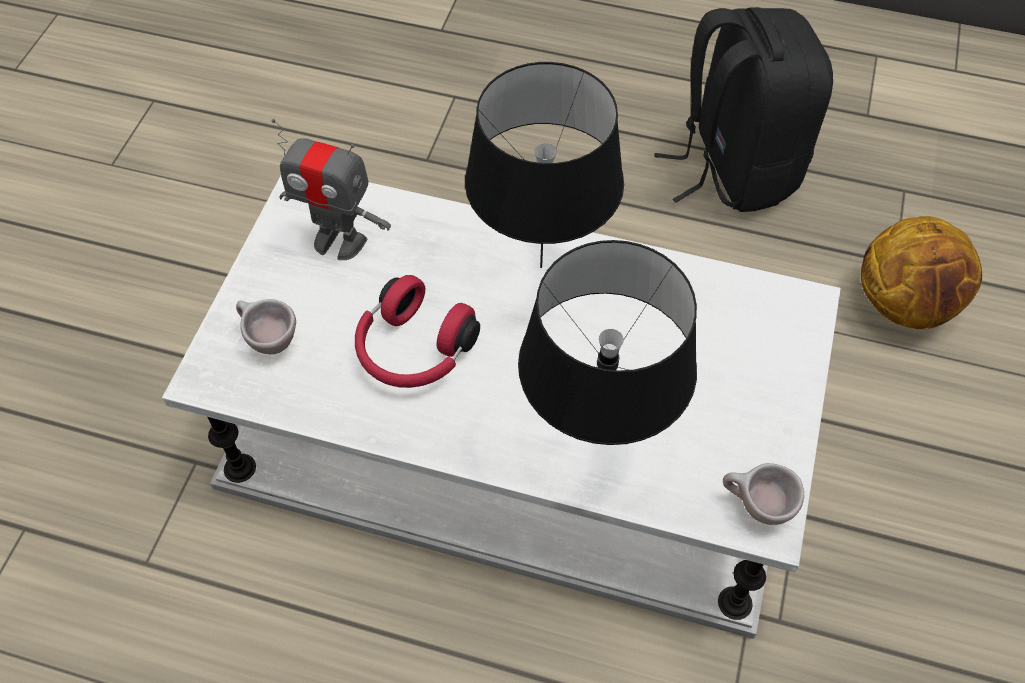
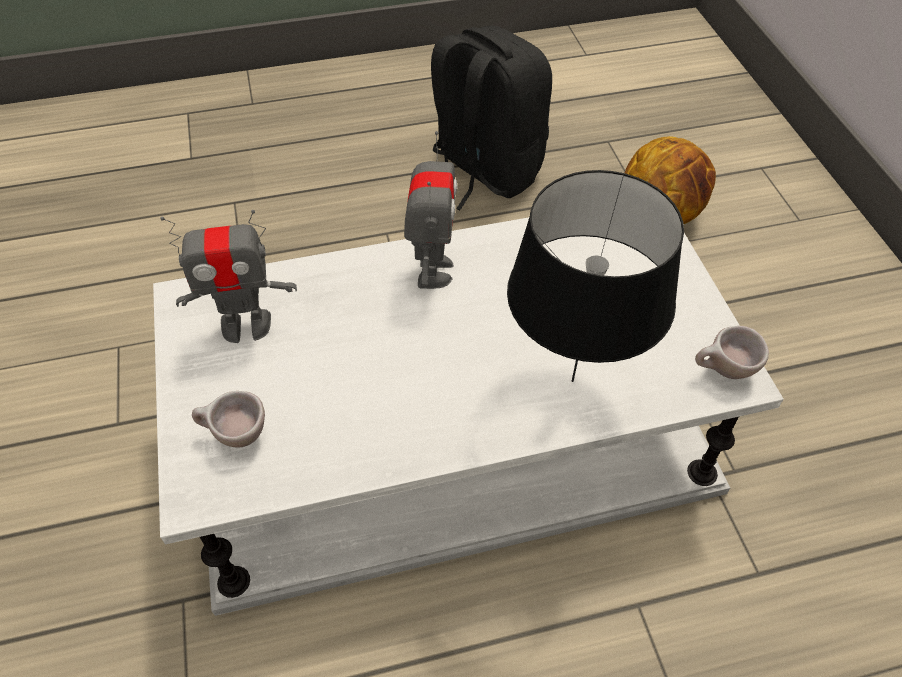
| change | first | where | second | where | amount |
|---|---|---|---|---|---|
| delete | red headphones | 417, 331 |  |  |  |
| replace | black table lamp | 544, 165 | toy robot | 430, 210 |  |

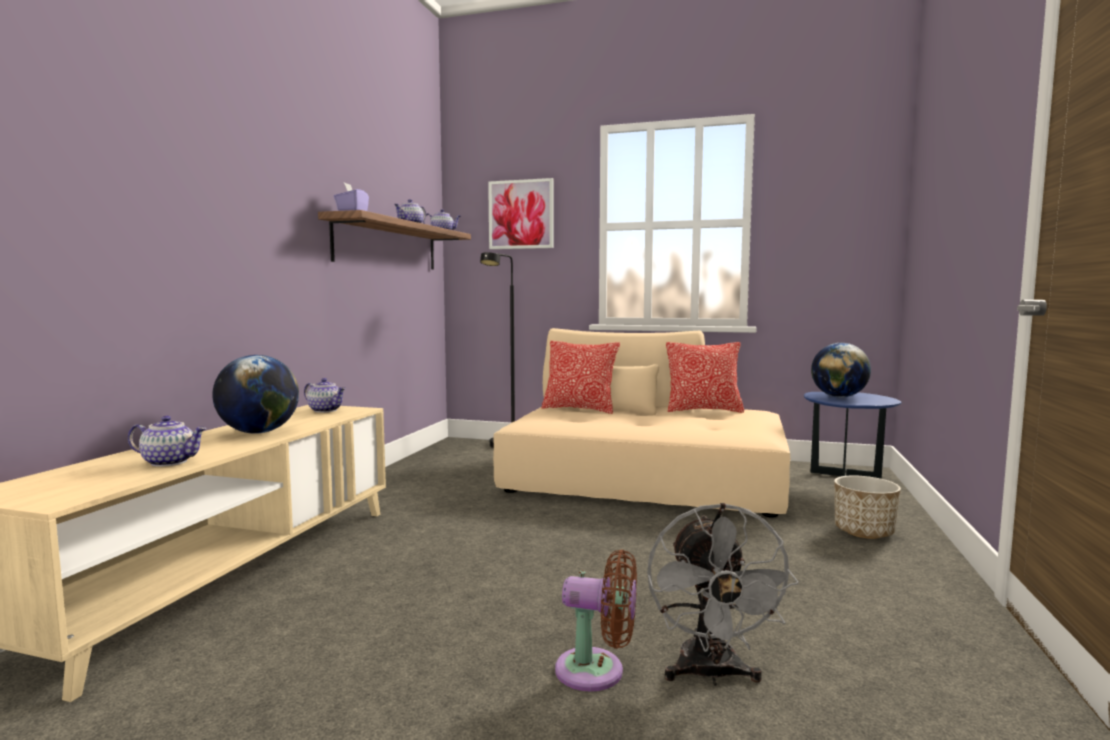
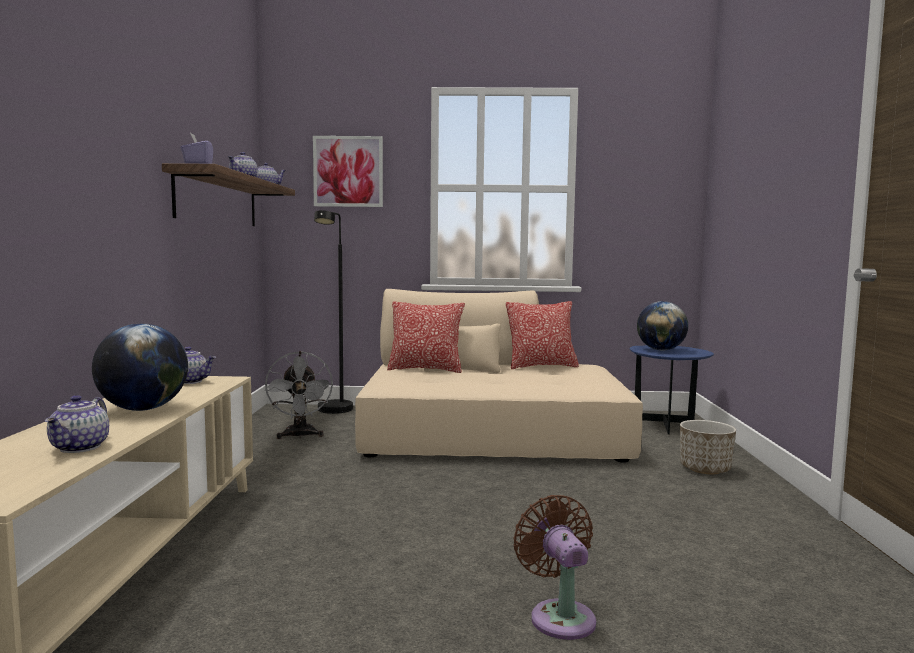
| change | first | where | second | where | amount |
|---|---|---|---|---|---|
| move | grey fan | 723, 594 |  | 299, 395 |  |
| rotate | teapot | 167, 441 |  | 77, 424 | 105 degrees clockwise |
| rotate | brown fan | 596, 621 |  | 554, 567 | 105 degrees counterclockwise |

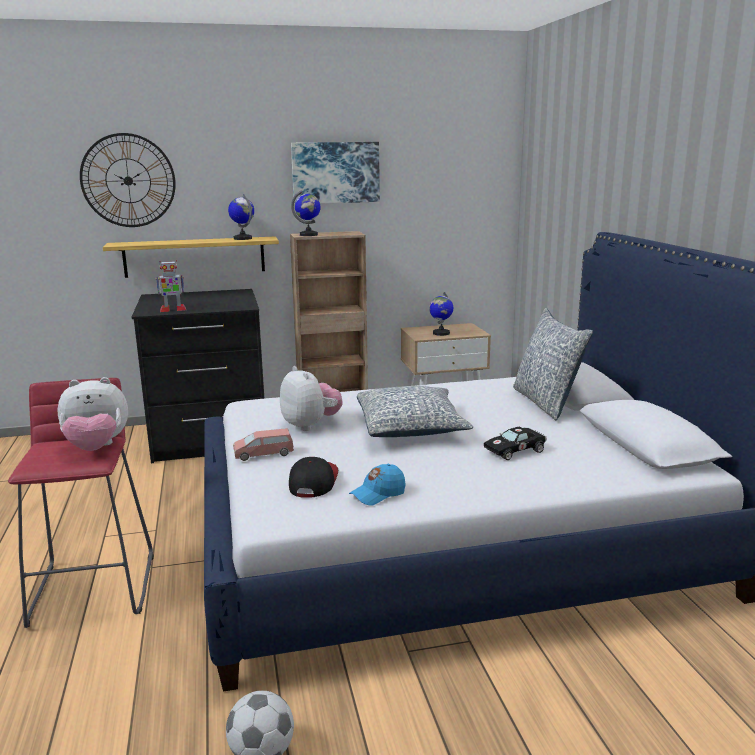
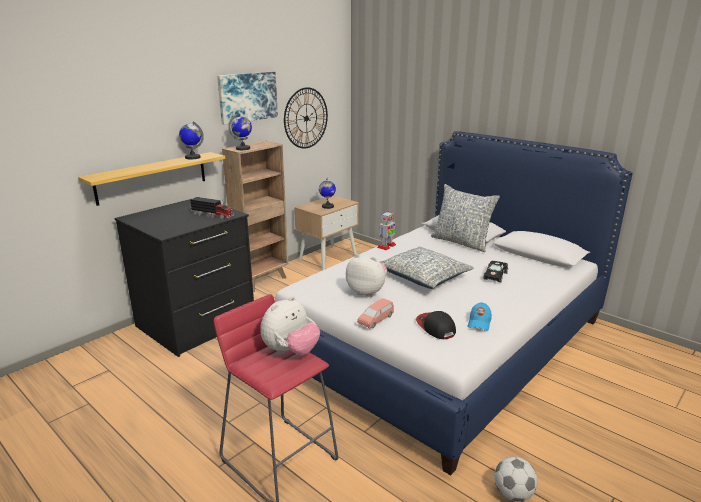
| change | first | where | second | where | amount |
|---|---|---|---|---|---|
| insert |  |  | toy truck | 212, 208 |  |
| move | wall clock | 128, 180 |  | 306, 117 |  |
| move | toy robot | 171, 286 |  | 386, 230 |  |

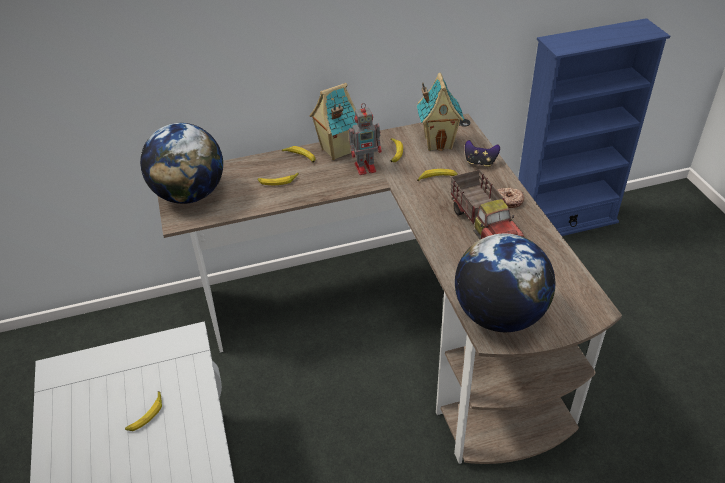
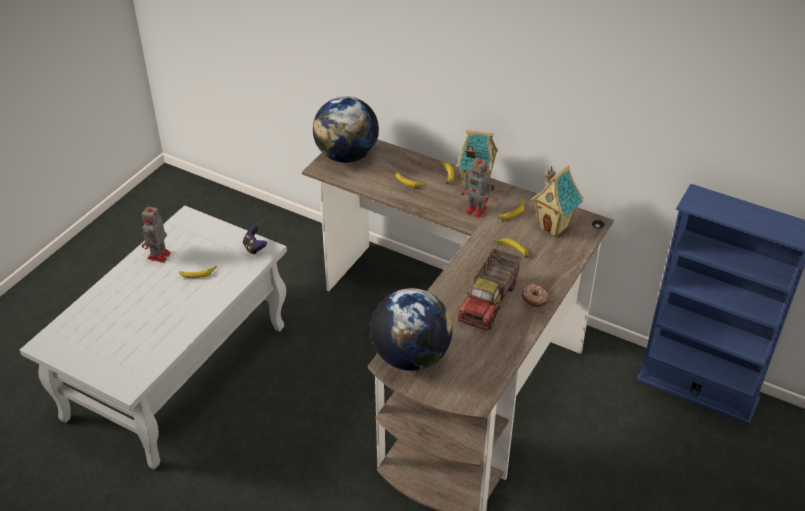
| change | first | where | second | where | amount |
|---|---|---|---|---|---|
| insert |  |  | toy robot | 156, 233 |  |
| move | game controller | 482, 153 |  | 255, 240 |  |

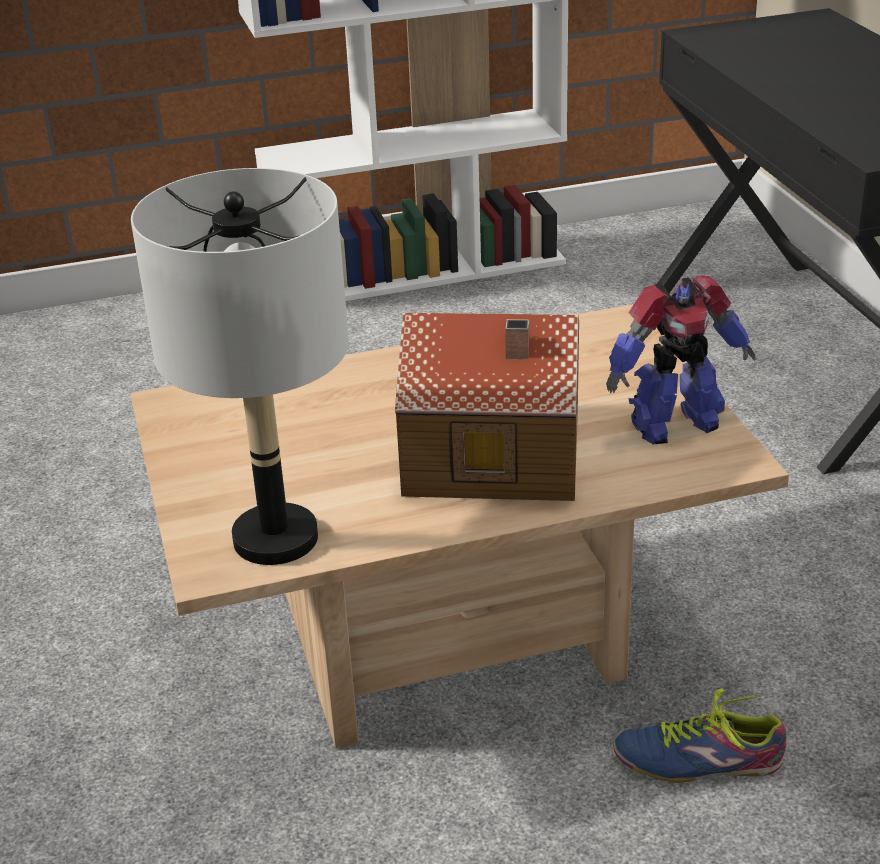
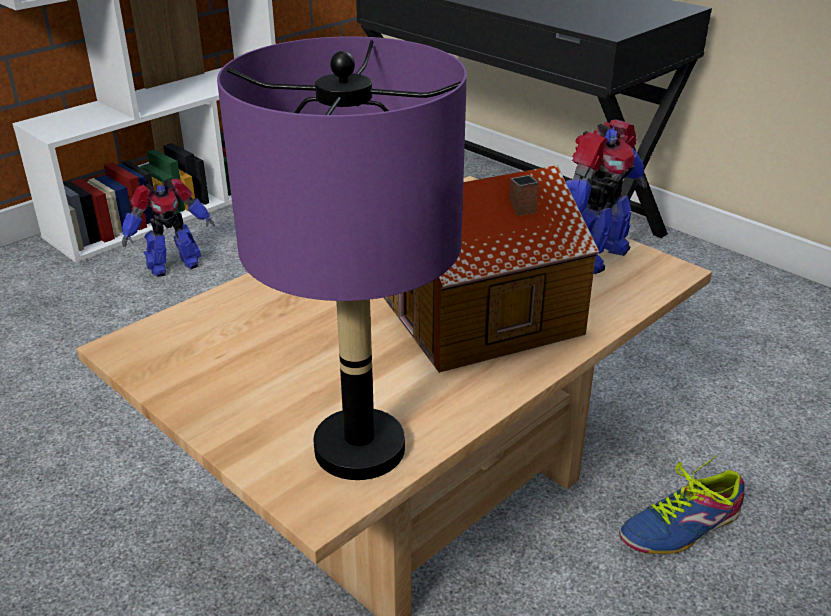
| change | first | where | second | where | amount |
|---|---|---|---|---|---|
| insert |  |  | toy robot | 168, 228 |  |
| recolor | grey table lamp | 240, 366 | purple table lamp | 342, 258 |  |

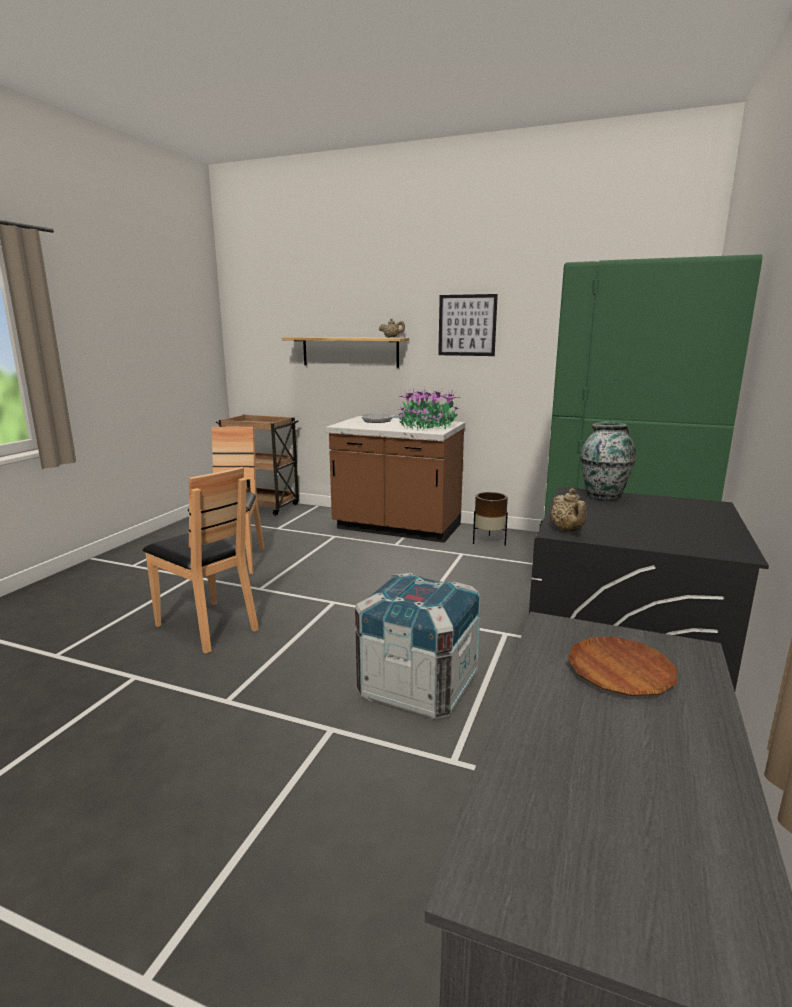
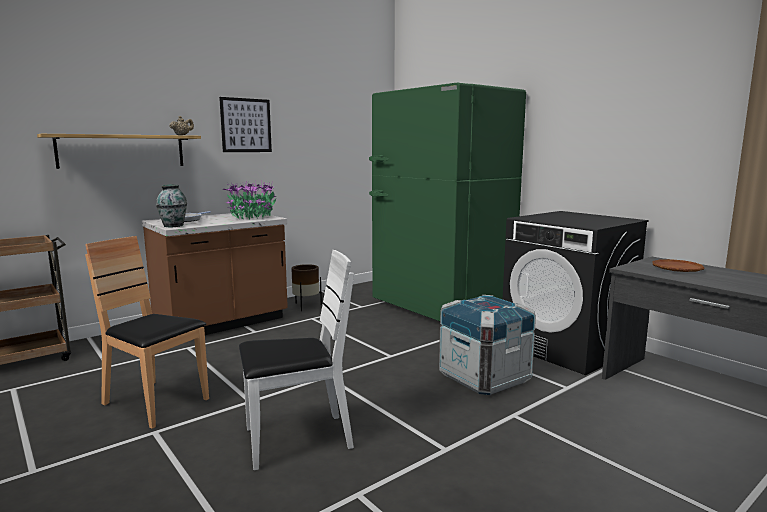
| change | first | where | second | where | amount |
|---|---|---|---|---|---|
| delete | beige teapot | 569, 510 |  |  |  |
| move | vase | 608, 461 |  | 171, 206 |  |
| recolor | brown chair | 201, 560 | white chair | 296, 360 |  |

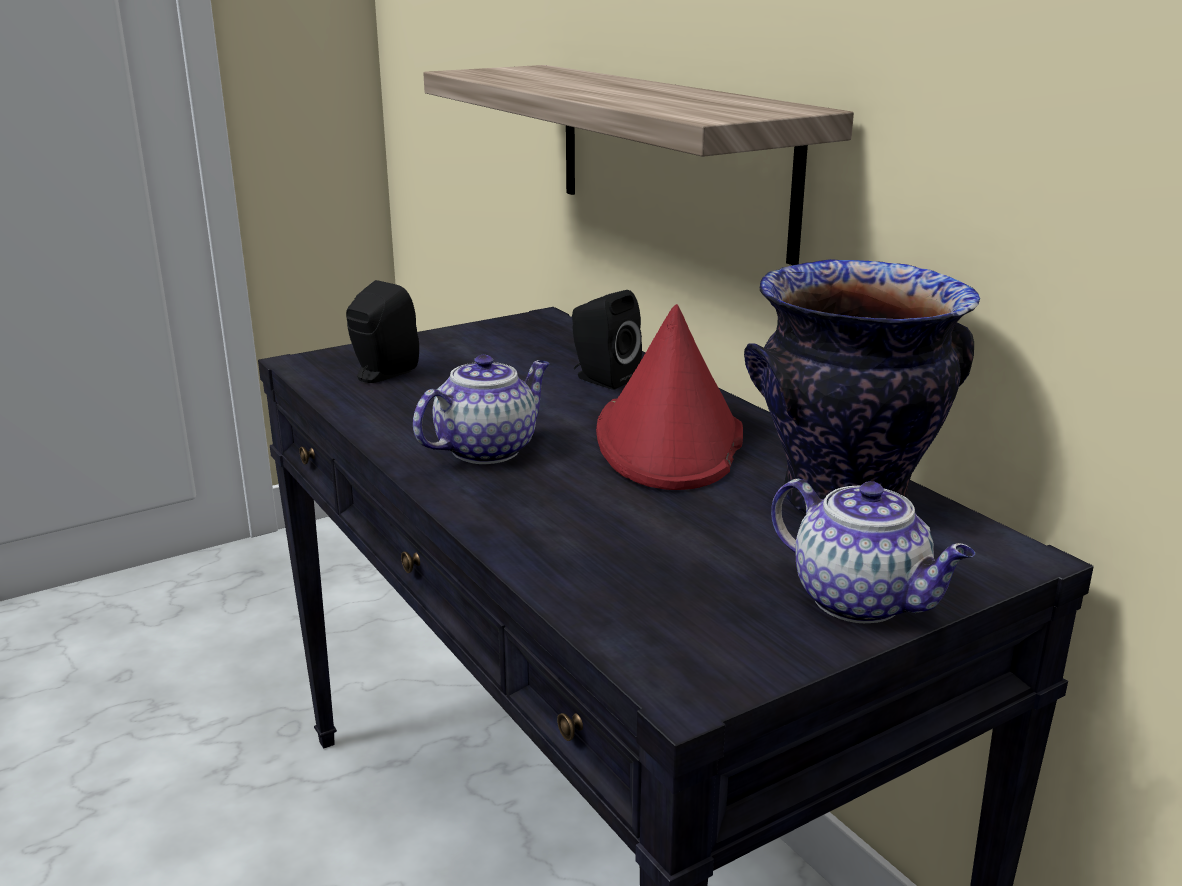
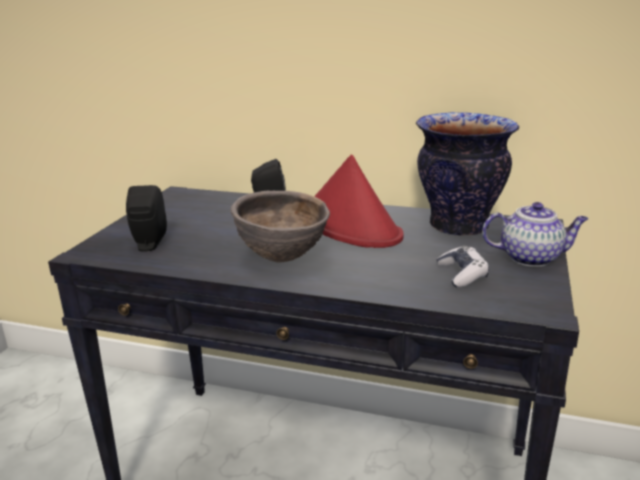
| change | first | where | second | where | amount |
|---|---|---|---|---|---|
| delete | shelf | 638, 165 |  |  |  |
| insert |  |  | game controller | 462, 267 |  |
| replace | teapot | 481, 409 | brown bowl | 280, 226 |  |

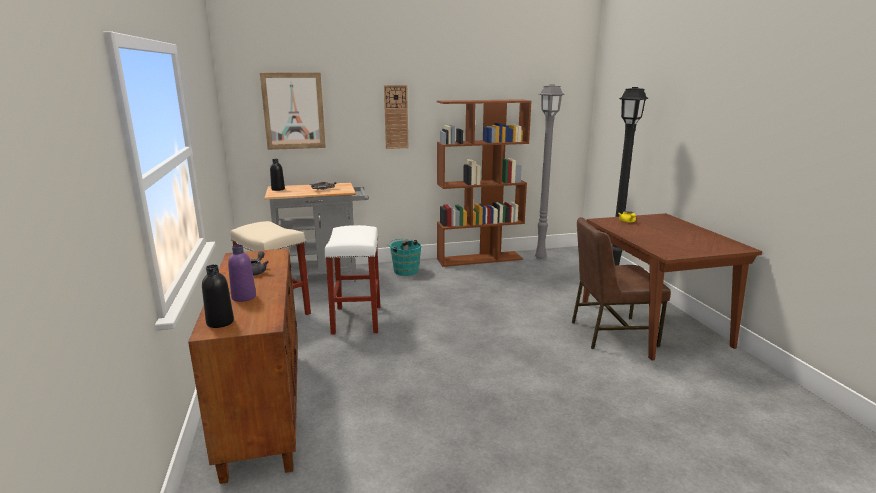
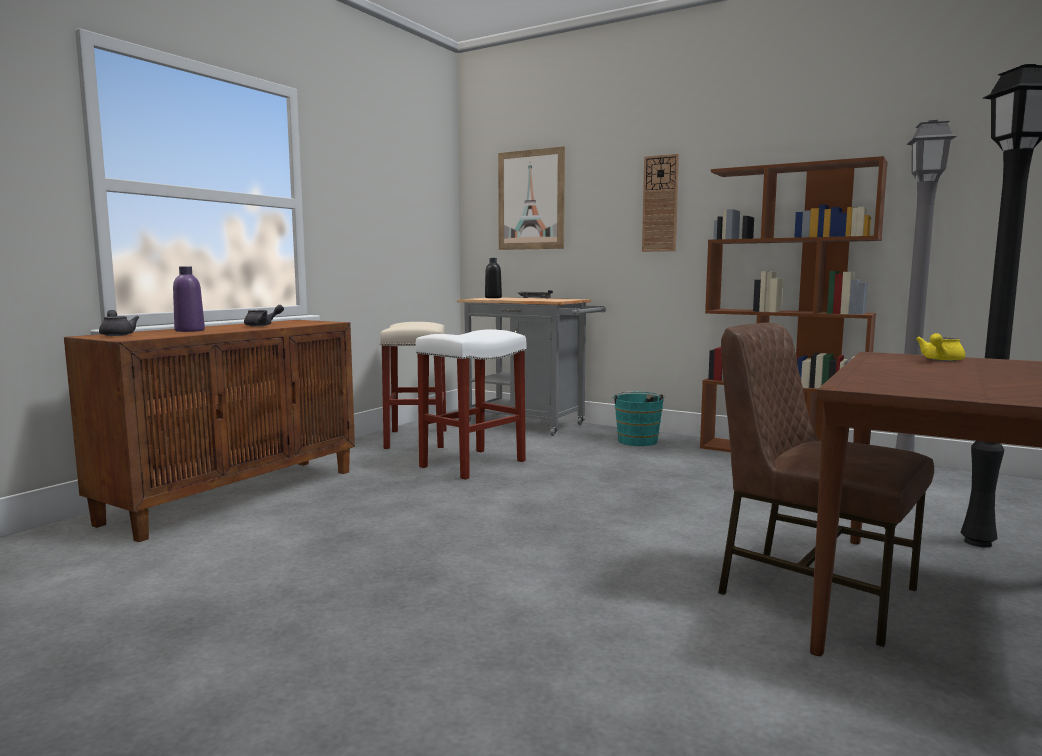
| change | first | where | second | where | amount |
|---|---|---|---|---|---|
| replace | black bottle | 218, 296 | grey teapot | 119, 323 |  |

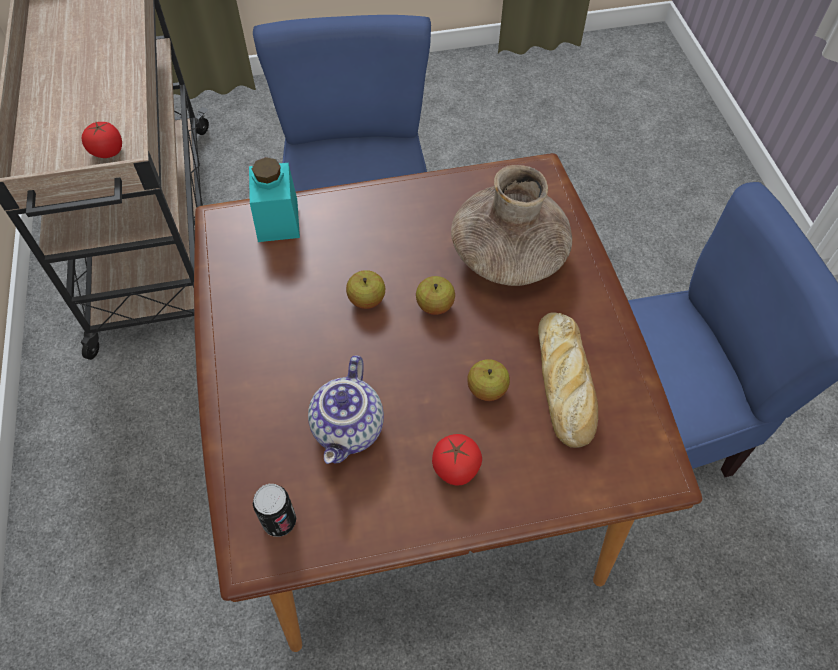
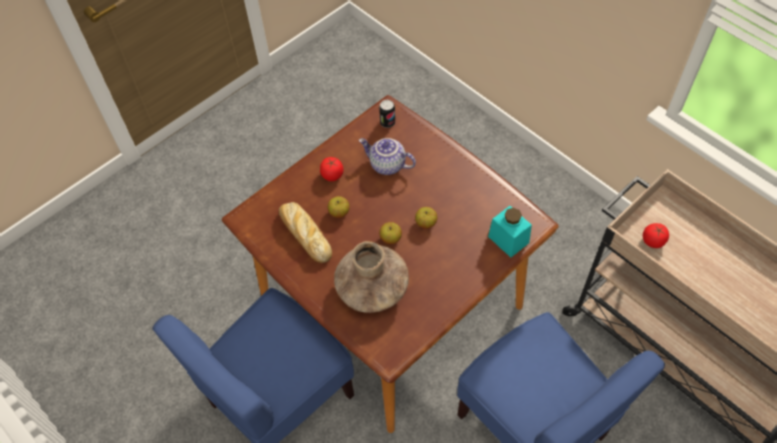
| change | first | where | second | where | amount |
|---|---|---|---|---|---|
| rotate | teapot | 346, 409 |  | 387, 156 | 45 degrees counterclockwise |

